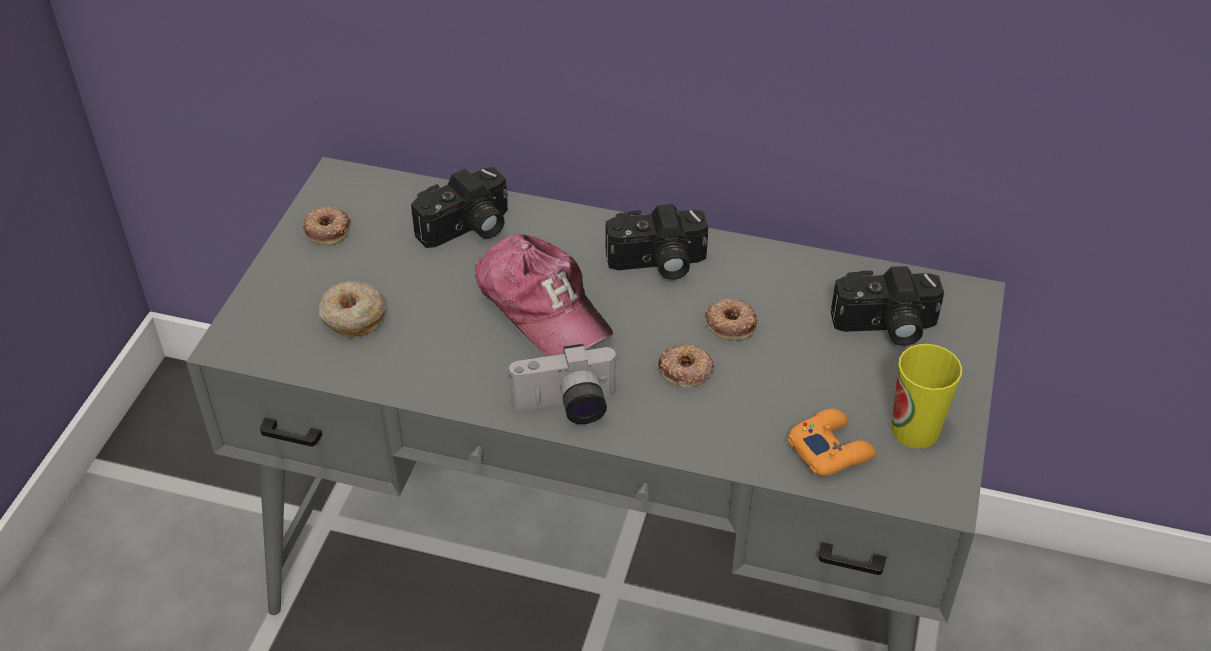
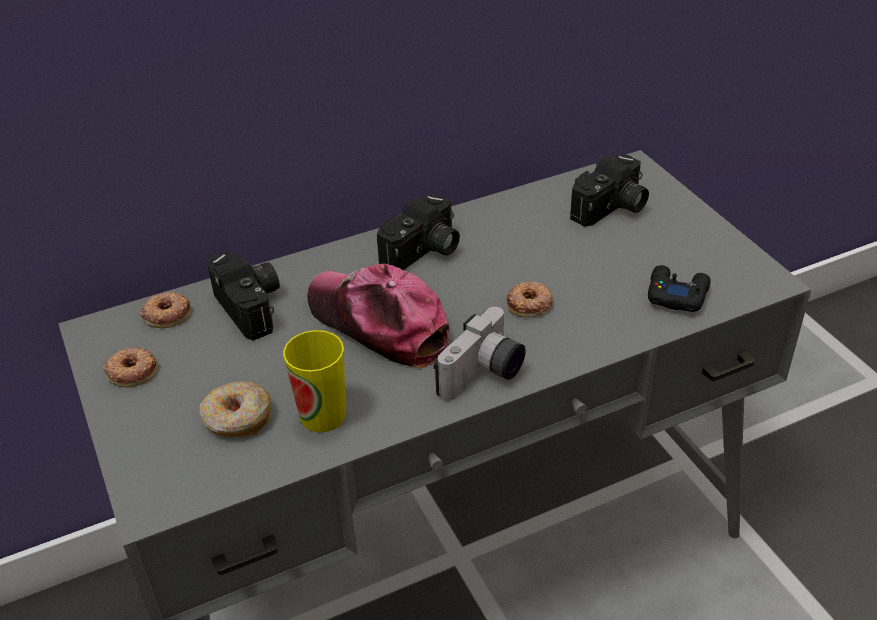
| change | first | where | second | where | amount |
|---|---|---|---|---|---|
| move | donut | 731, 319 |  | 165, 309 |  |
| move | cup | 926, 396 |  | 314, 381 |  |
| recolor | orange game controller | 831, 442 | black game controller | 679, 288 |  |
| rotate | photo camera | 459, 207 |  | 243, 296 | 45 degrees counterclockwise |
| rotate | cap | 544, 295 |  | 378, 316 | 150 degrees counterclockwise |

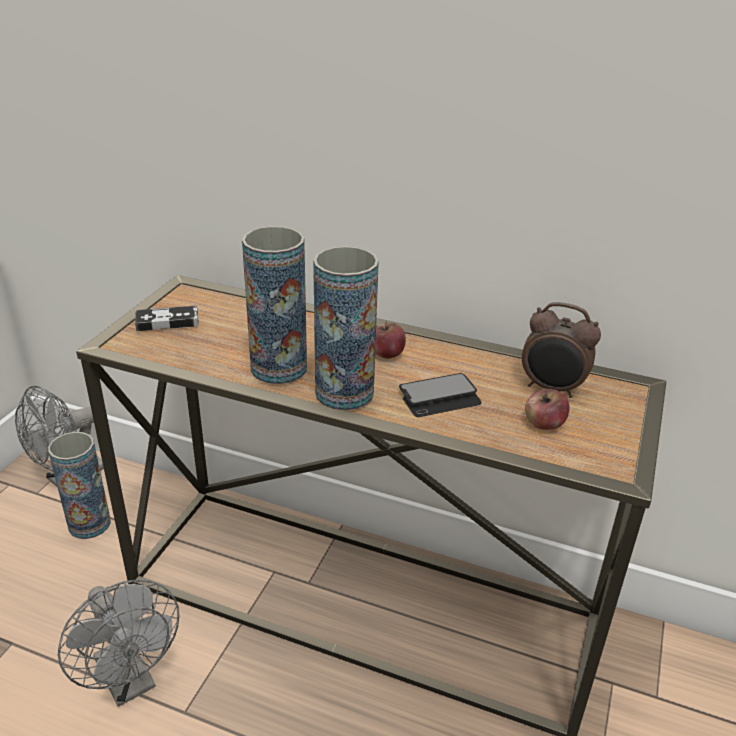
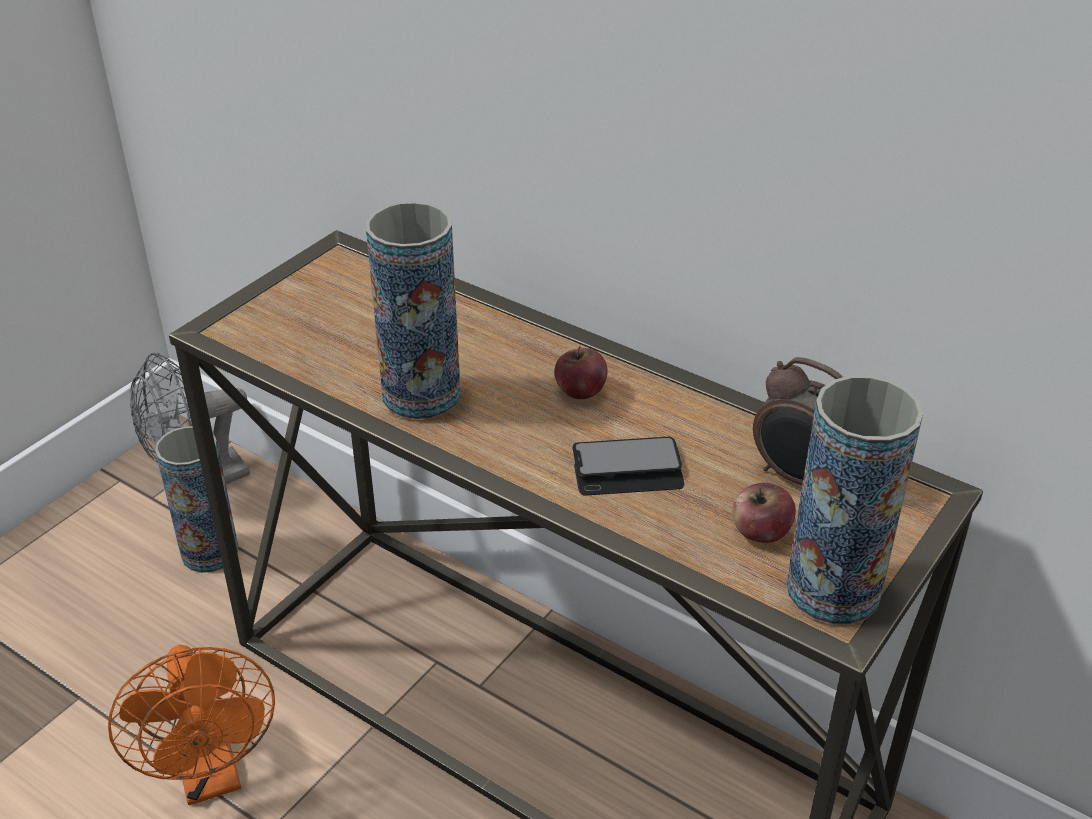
| change | first | where | second | where | amount |
|---|---|---|---|---|---|
| delete | game controller | 166, 318 |  |  |  |
| move | vase | 346, 328 |  | 854, 499 |  |
| recolor | grey fan | 118, 643 | orange fan | 191, 724 |  |

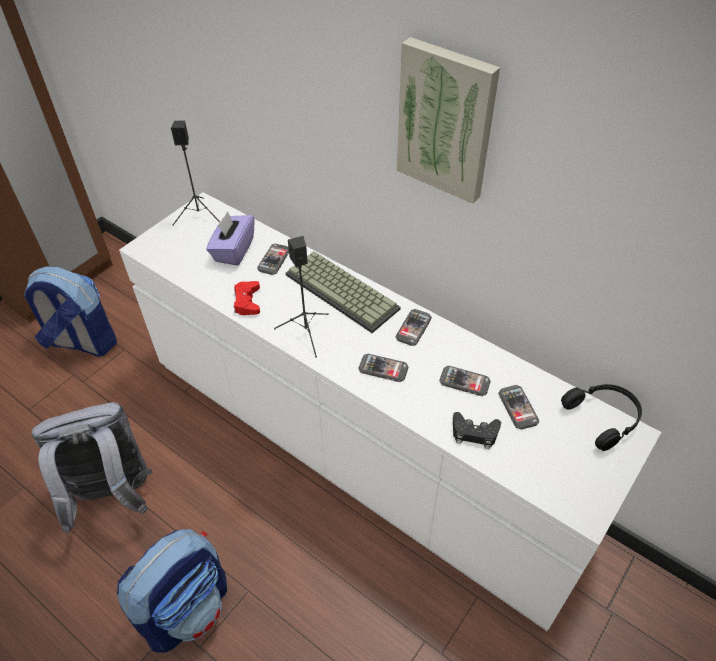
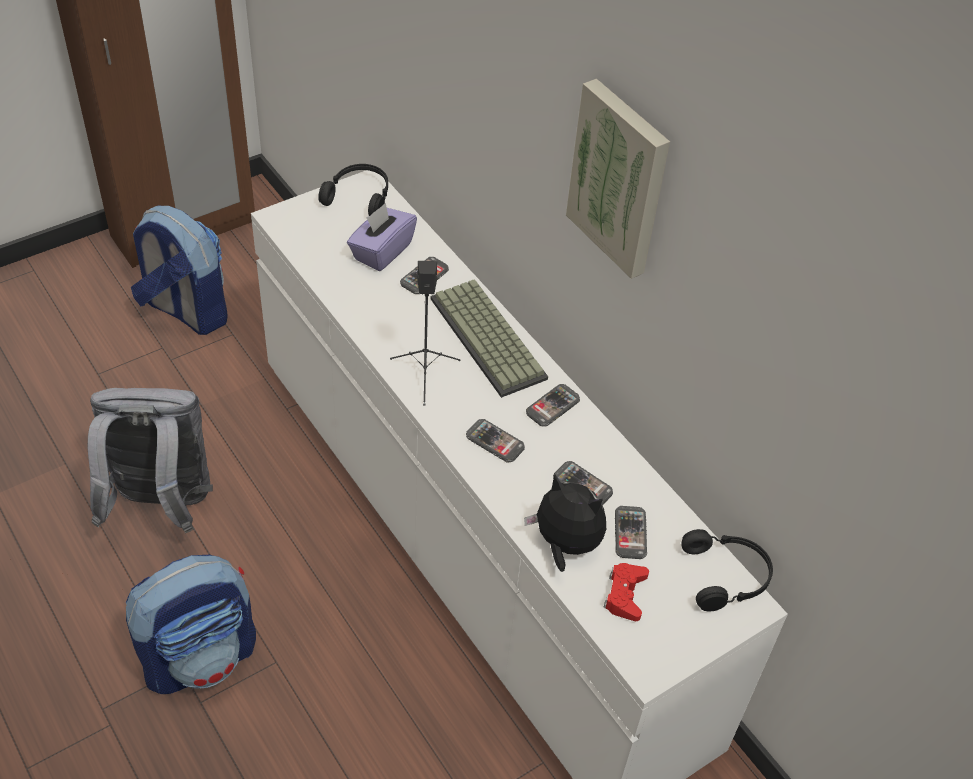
| change | first | where | second | where | amount |
|---|---|---|---|---|---|
| move | red game controller | 247, 298 |  | 626, 592 |  |
| replace | black speaker | 195, 173 | black headphones | 353, 190 |  |
| replace | black game controller | 477, 430 | plush toy | 565, 523 |  |

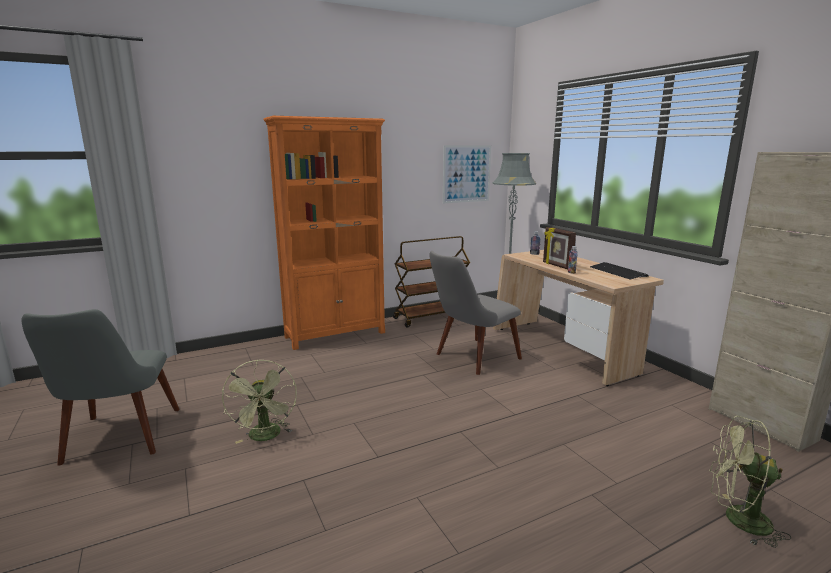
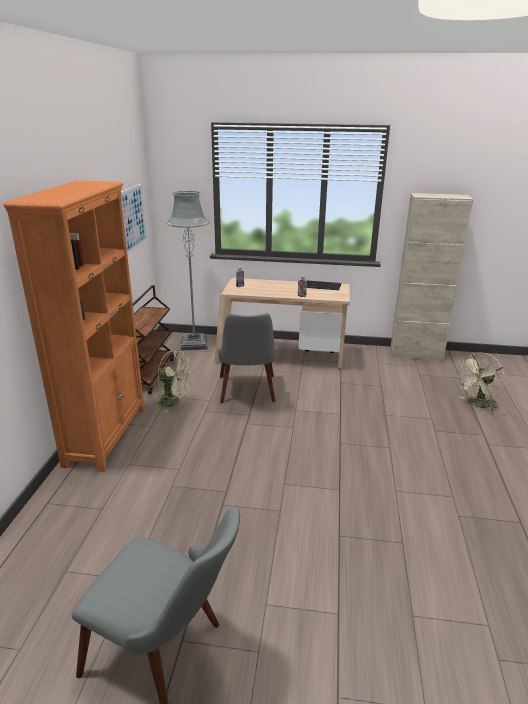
| change | first | where | second | where | amount |
|---|---|---|---|---|---|
| delete | picture frame | 559, 248 |  |  |  |
| move | green fan | 259, 401 |  | 174, 381 |  |

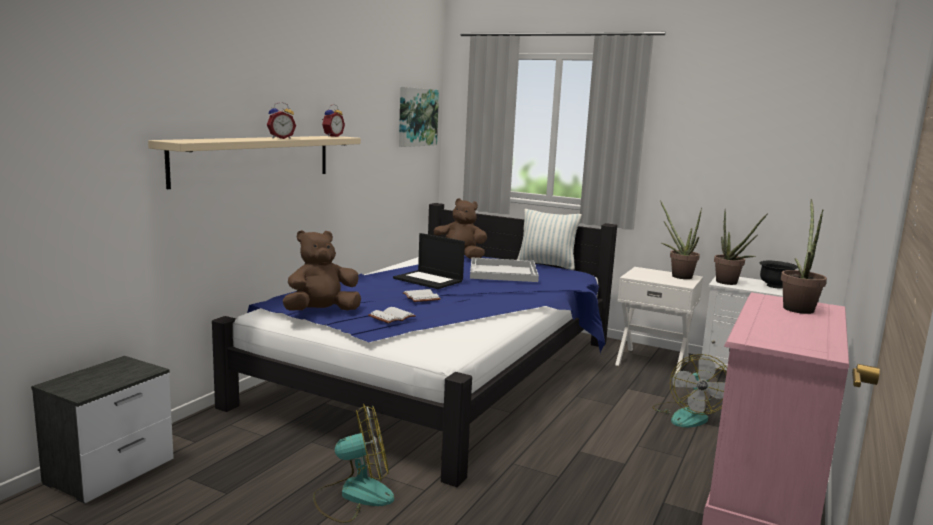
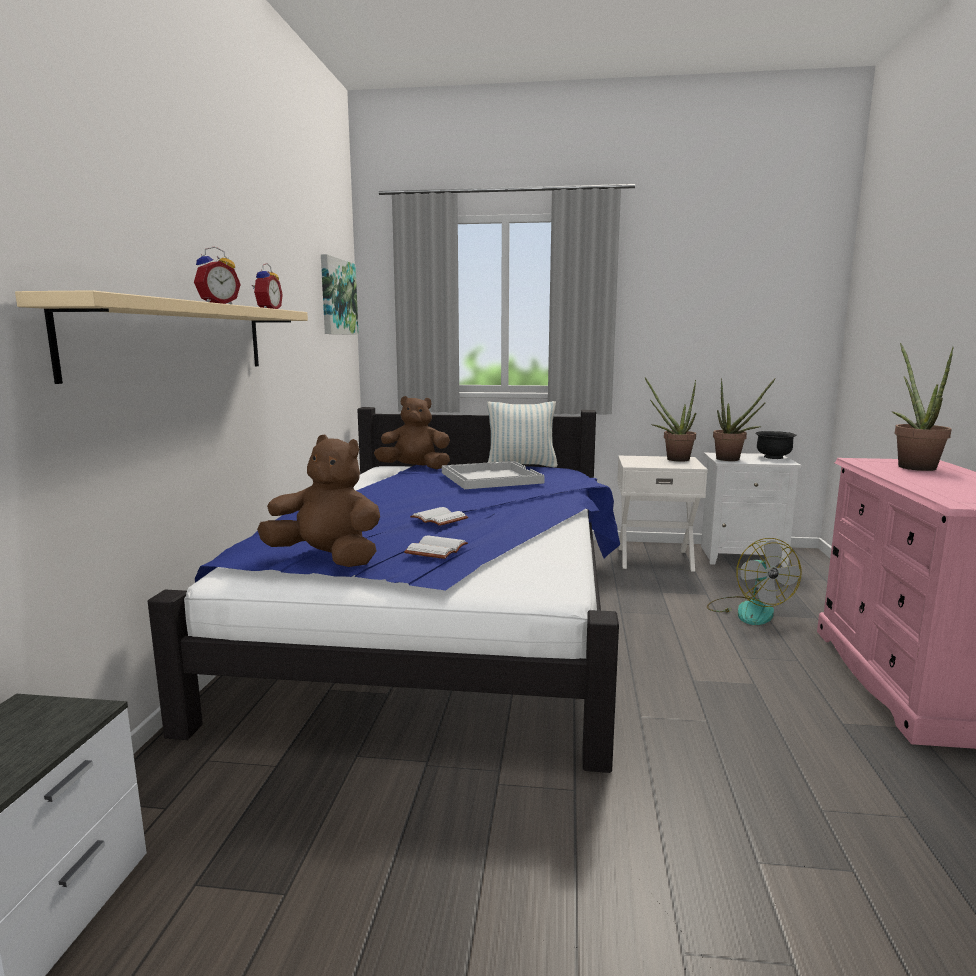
| change | first | where | second | where | amount |
|---|---|---|---|---|---|
| delete | fan | 353, 463 |  |  |  |
| delete | laptop | 429, 261 |  |  |  |
| rotate | brown plush toy | 322, 270 |  | 318, 500 | 75 degrees clockwise |

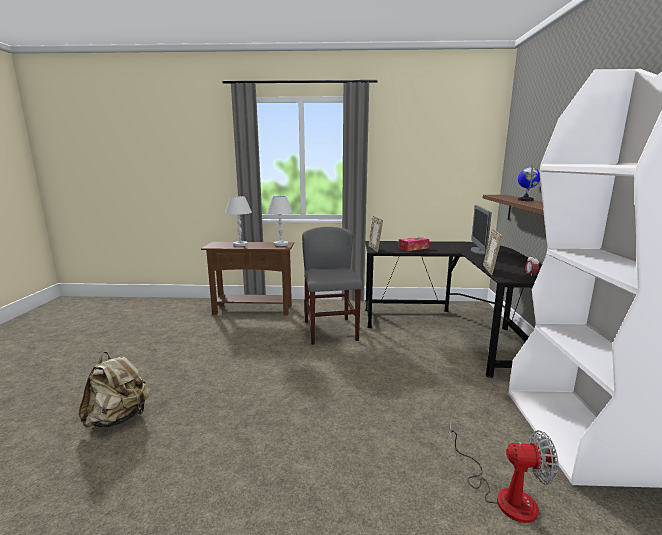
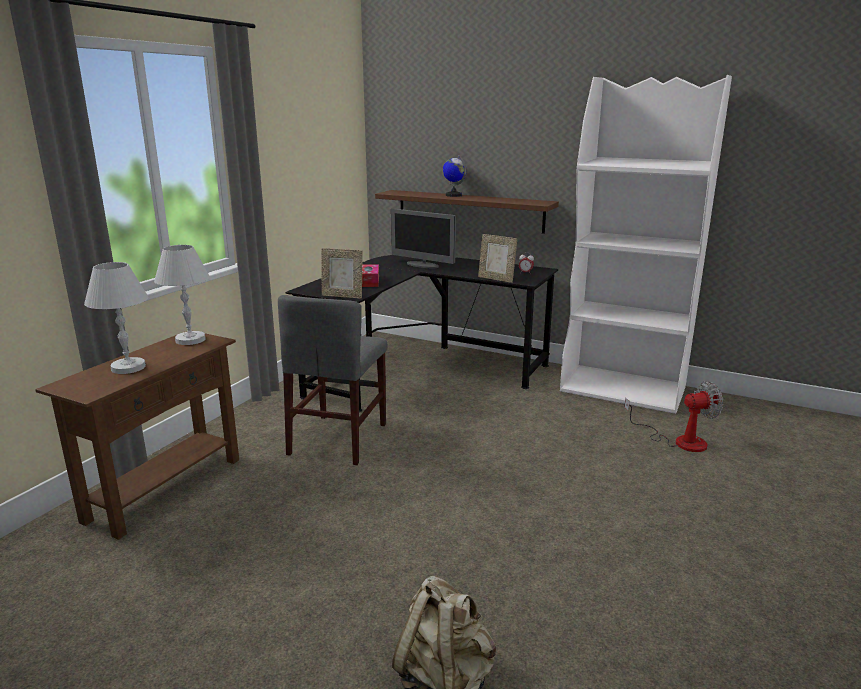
| change | first | where | second | where | amount |
|---|---|---|---|---|---|
| rotate | grey chair | 332, 286 |  | 332, 380 | 90 degrees counterclockwise |
| rotate | fan | 503, 473 |  | 674, 416 | 45 degrees clockwise |

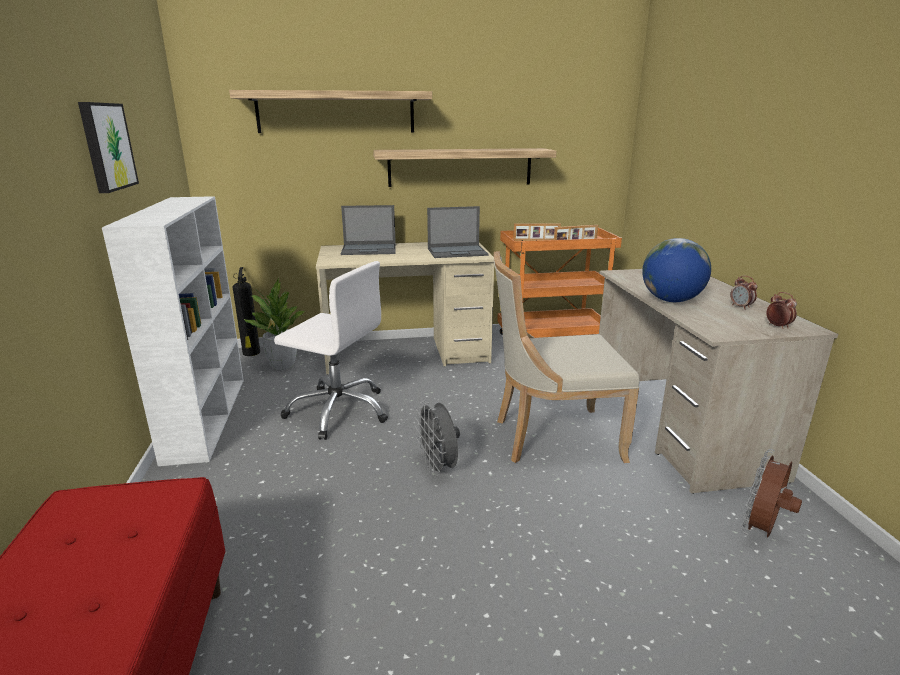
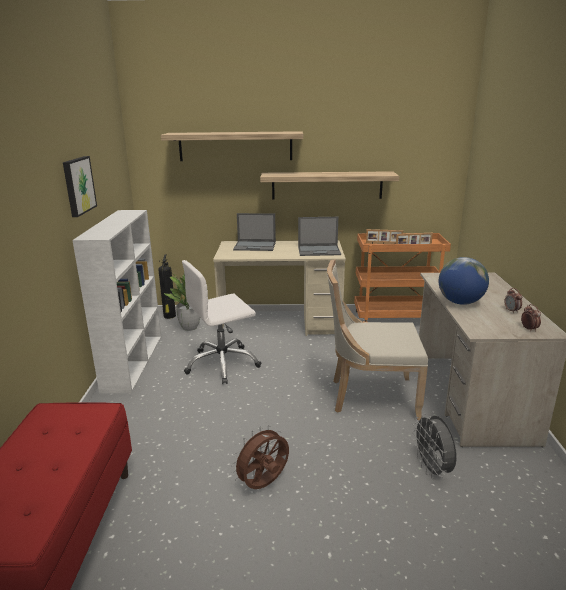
| change | first | where | second | where | amount |
|---|---|---|---|---|---|
| move | grey fan | 437, 439 |  | 434, 446 |  |
| move | brown fan | 771, 493 |  | 260, 457 |  |
| rotate | white office chair | 331, 350 |  | 222, 322 | 120 degrees clockwise |

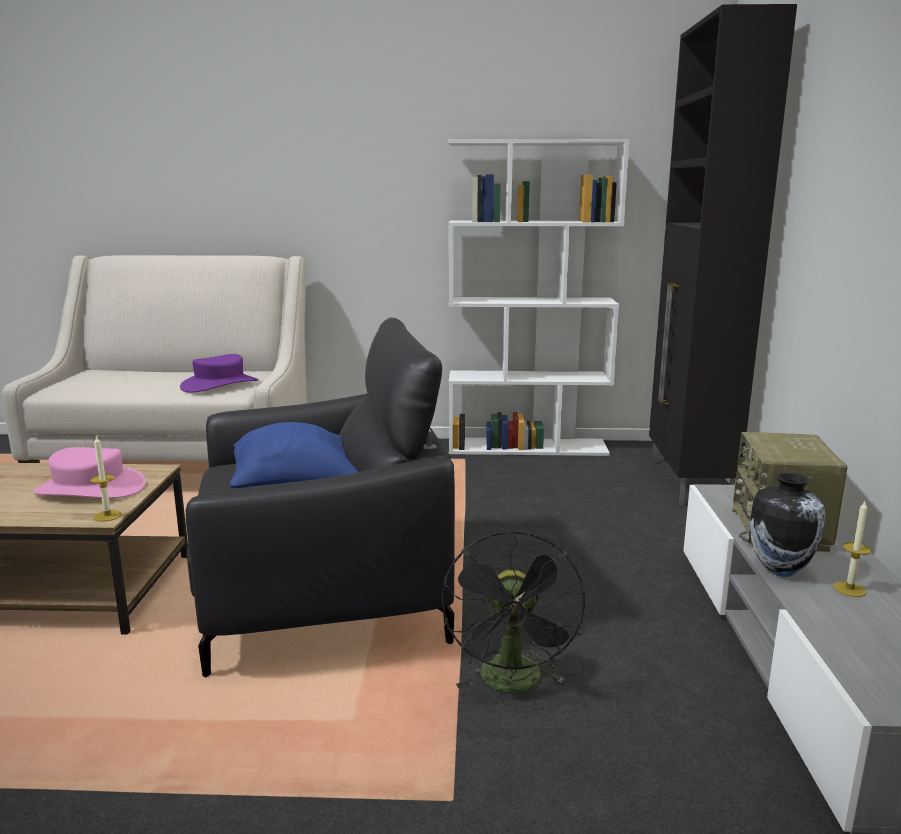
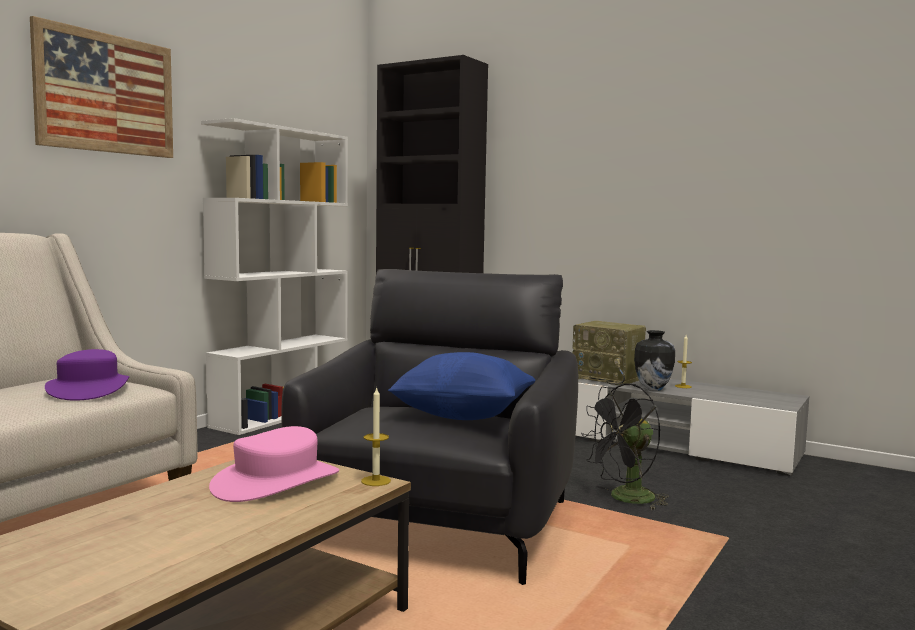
| change | first | where | second | where | amount |
|---|---|---|---|---|---|
| insert |  |  | picture | 101, 87 |  |
| rotate | black fan | 513, 611 |  | 625, 446 | 120 degrees clockwise |

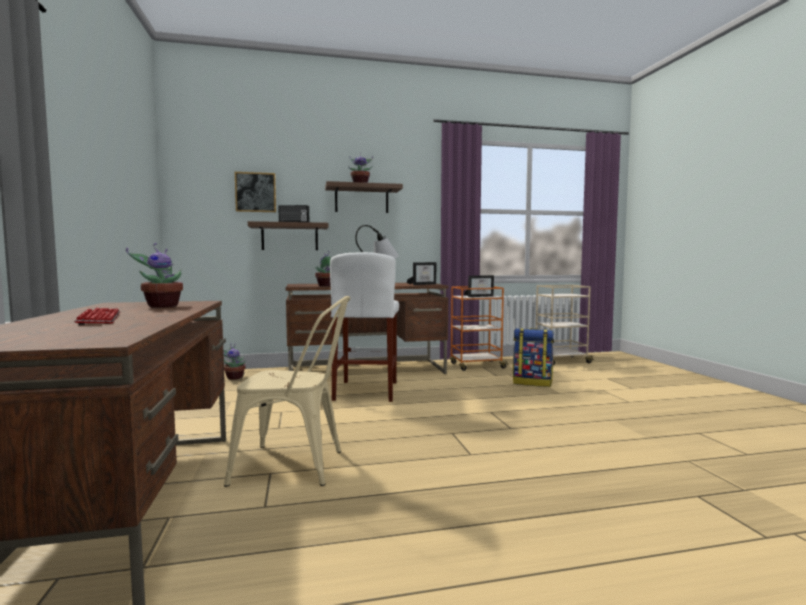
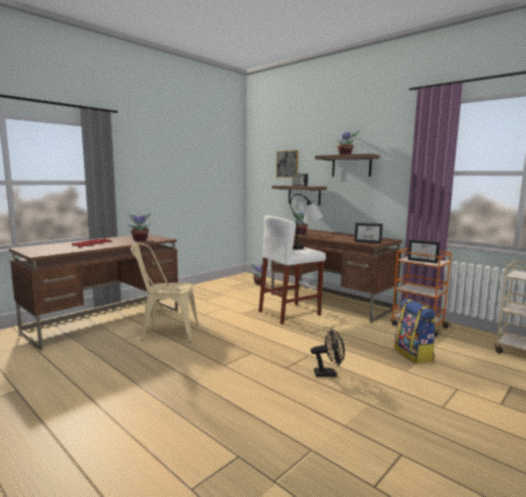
| change | first | where | second | where | amount |
|---|---|---|---|---|---|
| insert |  |  | black fan | 327, 353 |  |
| rotate | beige chair | 287, 391 |  | 164, 292 | 120 degrees clockwise |

